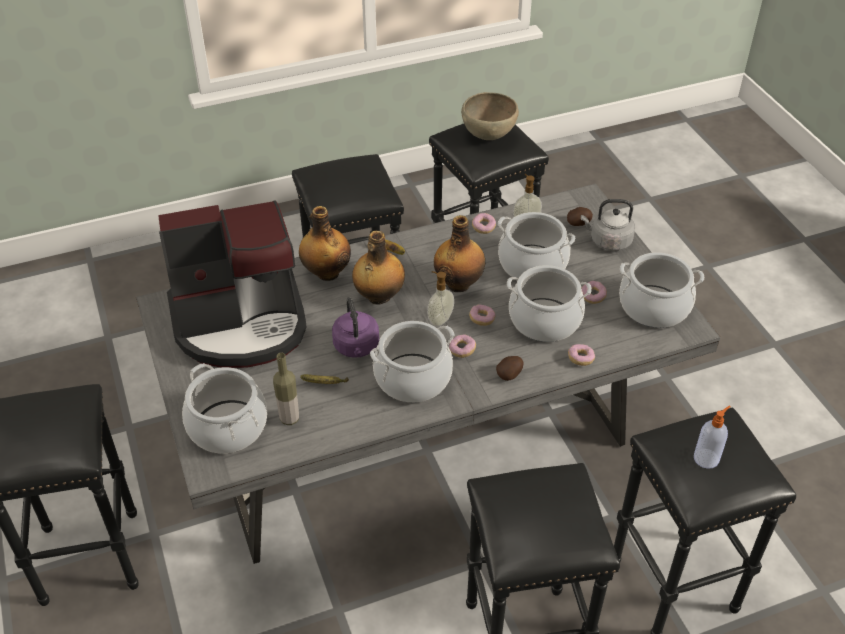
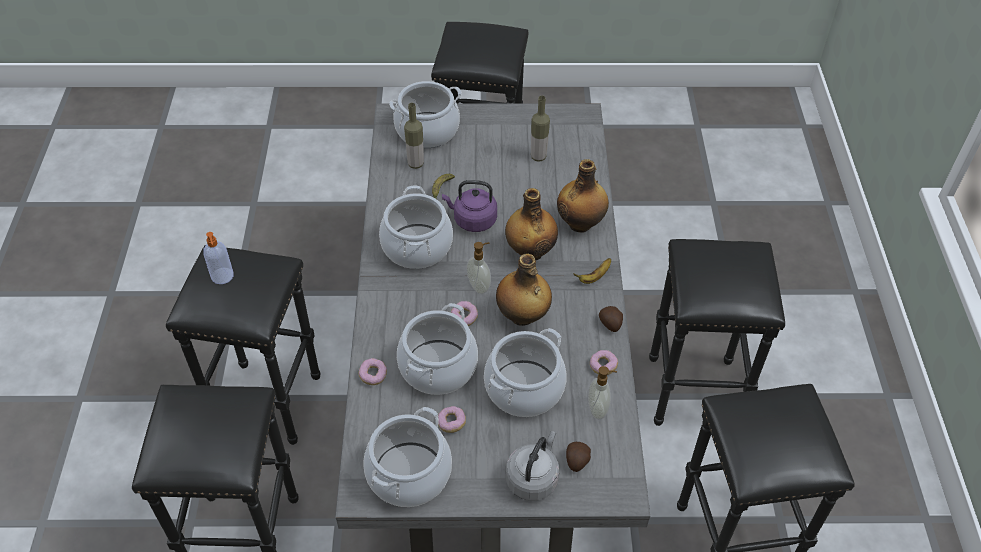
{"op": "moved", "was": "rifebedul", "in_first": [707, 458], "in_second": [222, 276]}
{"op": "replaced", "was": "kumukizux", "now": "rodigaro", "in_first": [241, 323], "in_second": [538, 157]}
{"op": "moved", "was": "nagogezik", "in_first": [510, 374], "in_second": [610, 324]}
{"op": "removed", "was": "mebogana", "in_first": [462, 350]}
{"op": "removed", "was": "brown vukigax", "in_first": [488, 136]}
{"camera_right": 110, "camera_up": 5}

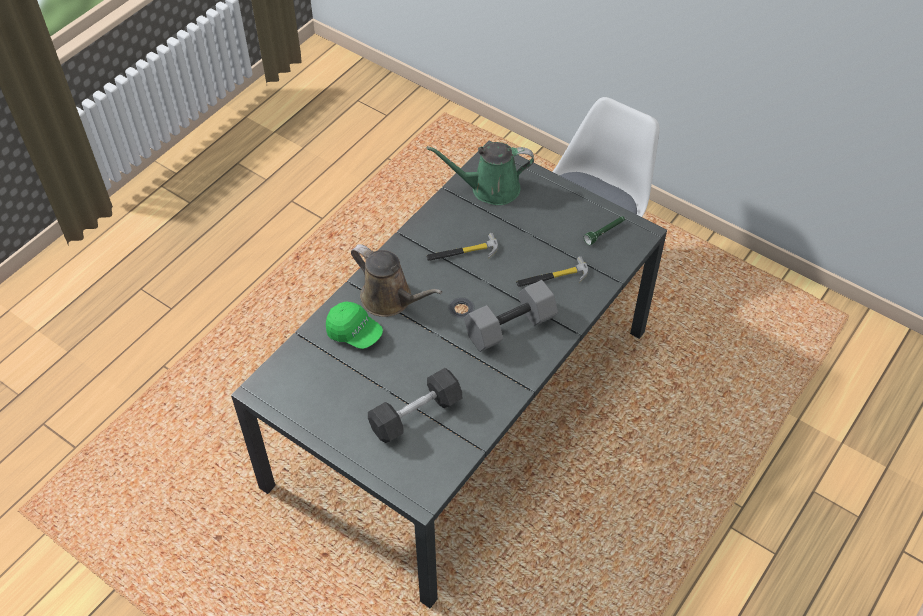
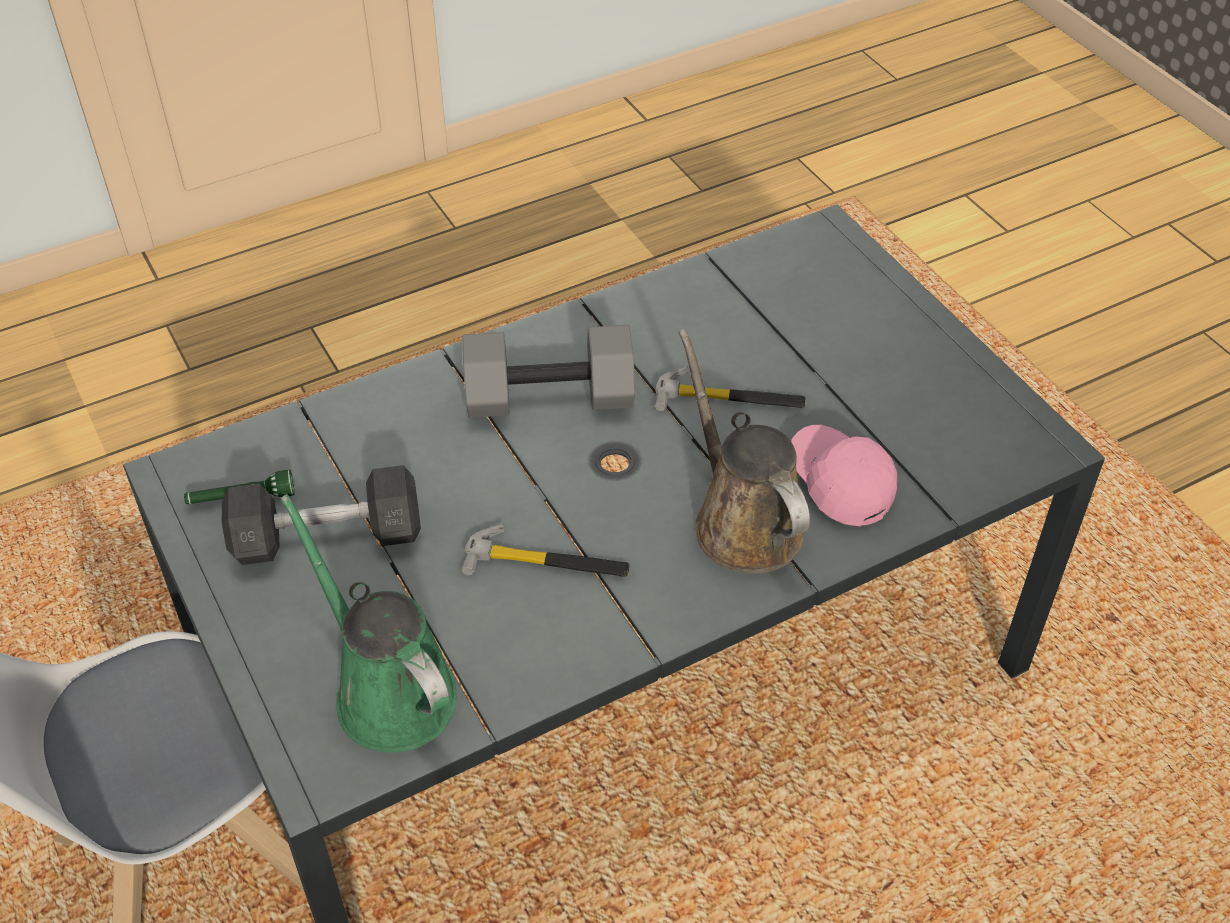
{"op": "moved", "was": "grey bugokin", "in_first": [415, 414], "in_second": [327, 537]}
{"op": "turned", "was": "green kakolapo", "in_first": [490, 188], "in_second": [388, 690], "clockwise": -150}
{"op": "moved", "was": "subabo", "in_first": [552, 277], "in_second": [730, 398]}
{"op": "recoloured", "was": "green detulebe", "now": "pink detulebe", "in_first": [354, 332], "in_second": [839, 484]}
{"camera_right": -155, "camera_up": -5}

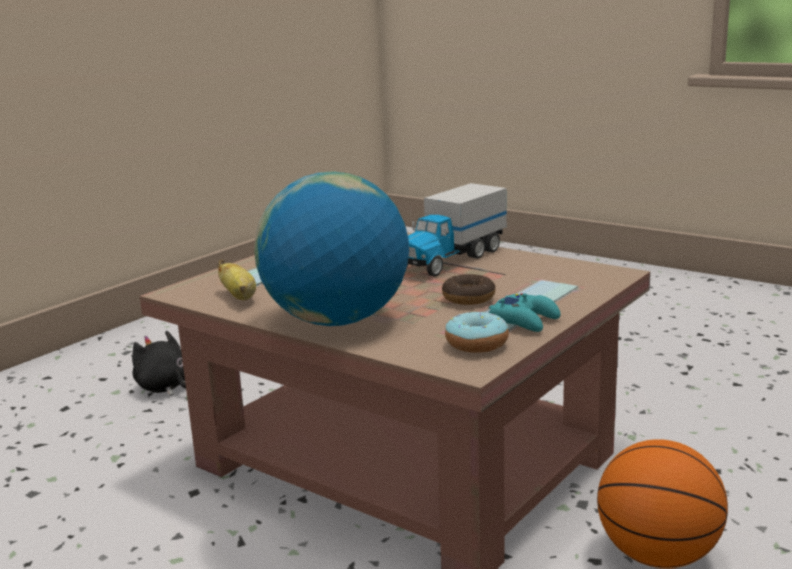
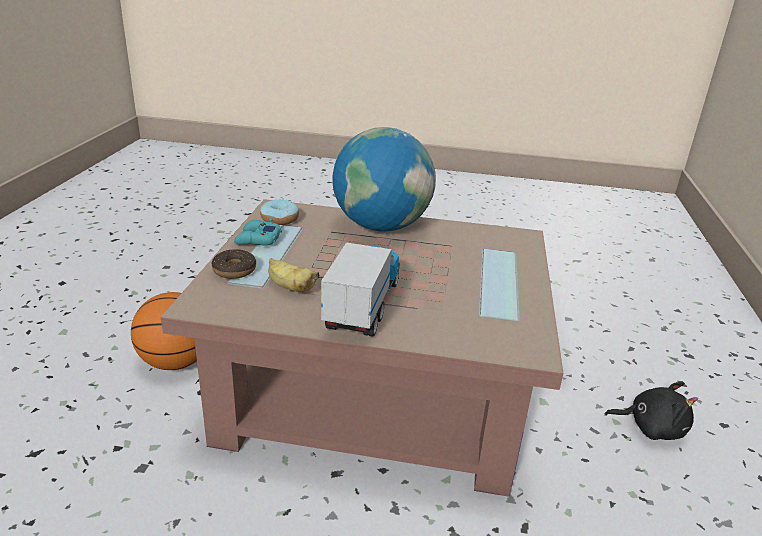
{"op": "moved", "was": "mebogana", "in_first": [468, 298], "in_second": [234, 270]}
{"op": "moved", "was": "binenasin", "in_first": [239, 297], "in_second": [290, 287]}
{"camera_right": 150, "camera_up": 10}

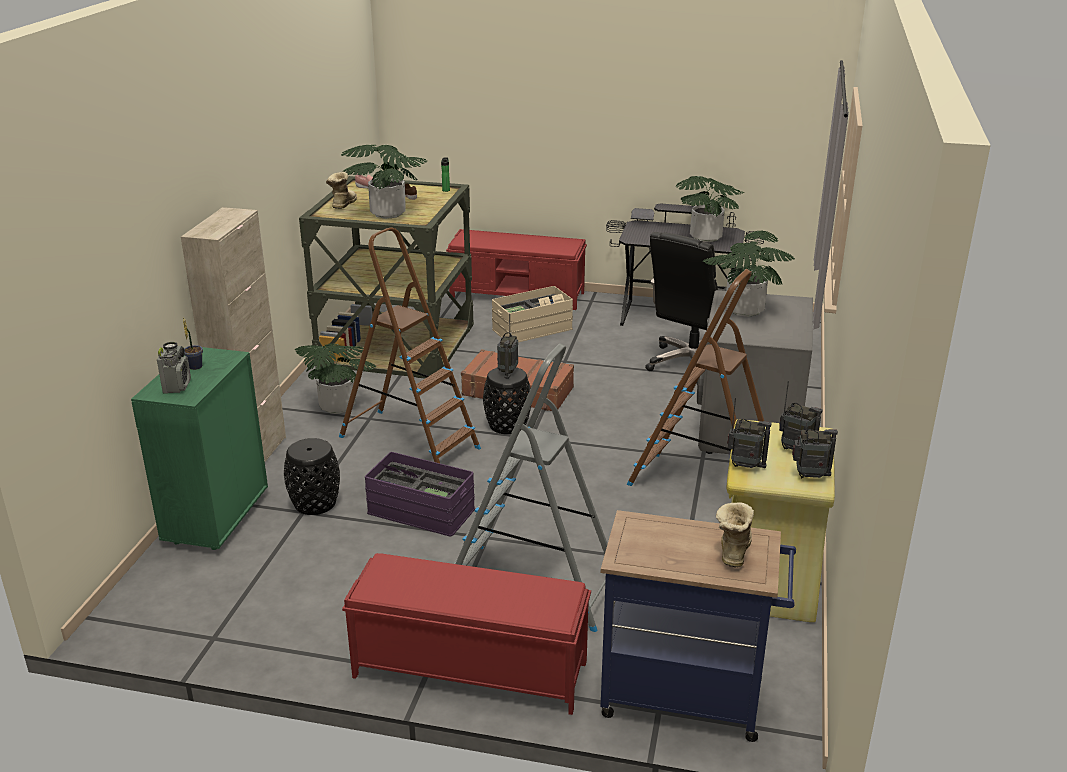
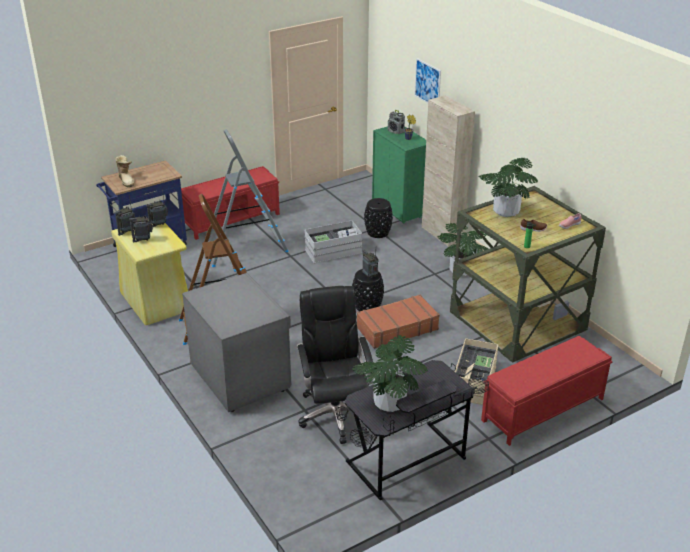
{"op": "recoloured", "was": "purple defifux", "now": "grey defifux", "in_first": [420, 511], "in_second": [333, 251]}
{"op": "added", "now": "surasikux", "in_second": [427, 83]}
{"op": "removed", "was": "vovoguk", "in_first": [342, 205]}
{"op": "removed", "was": "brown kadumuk", "in_first": [410, 442]}
{"op": "removed", "was": "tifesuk", "in_first": [744, 310]}
{"camera_right": 135, "camera_up": 5}

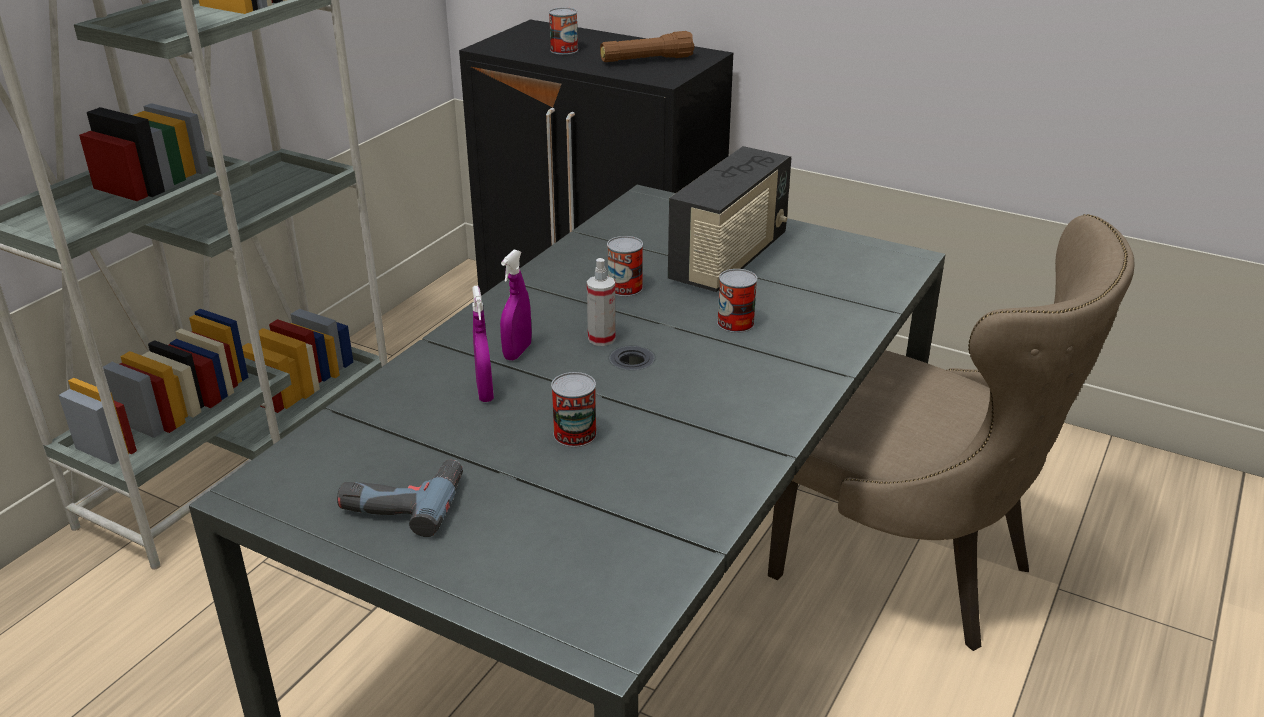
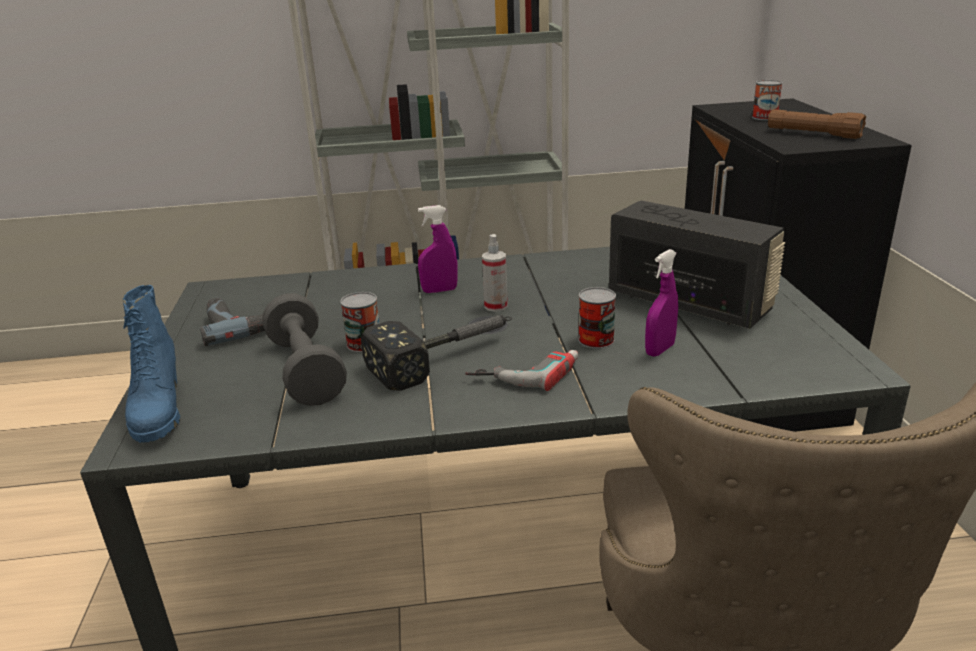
{"op": "added", "now": "blue vovoguk", "in_second": [158, 412]}
{"op": "added", "now": "grey bugokin", "in_second": [306, 370]}
{"op": "added", "now": "subabo", "in_second": [447, 356]}
{"op": "added", "now": "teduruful", "in_second": [525, 371]}
{"op": "turned", "was": "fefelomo", "in_first": [730, 259], "in_second": [689, 303], "clockwise": -135}
{"op": "moved", "was": "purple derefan", "in_first": [485, 392], "in_second": [660, 350]}
{"op": "removed", "was": "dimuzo", "in_first": [625, 288]}
{"camera_right": 55, "camera_up": -5}

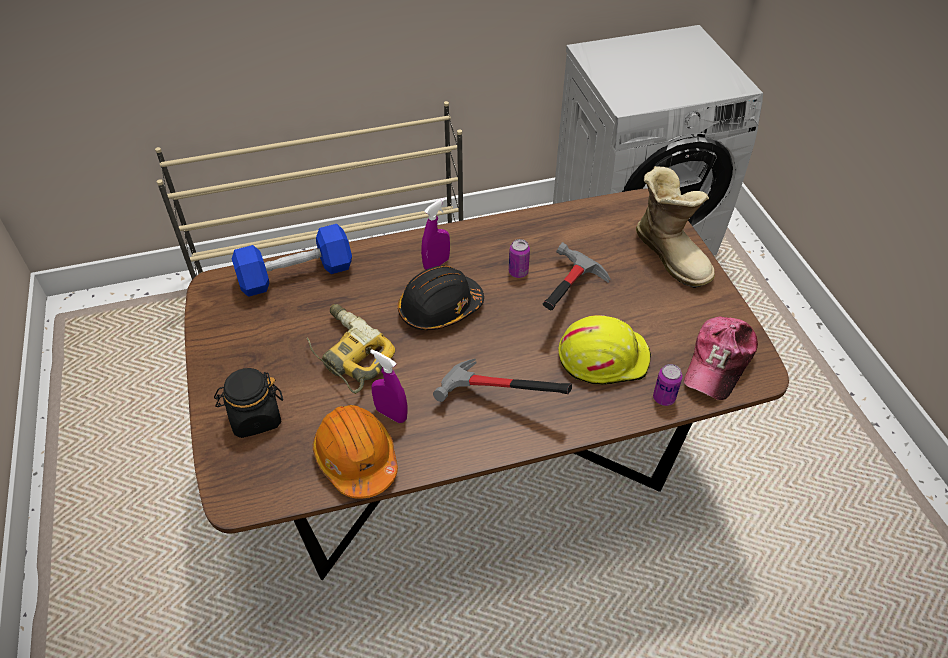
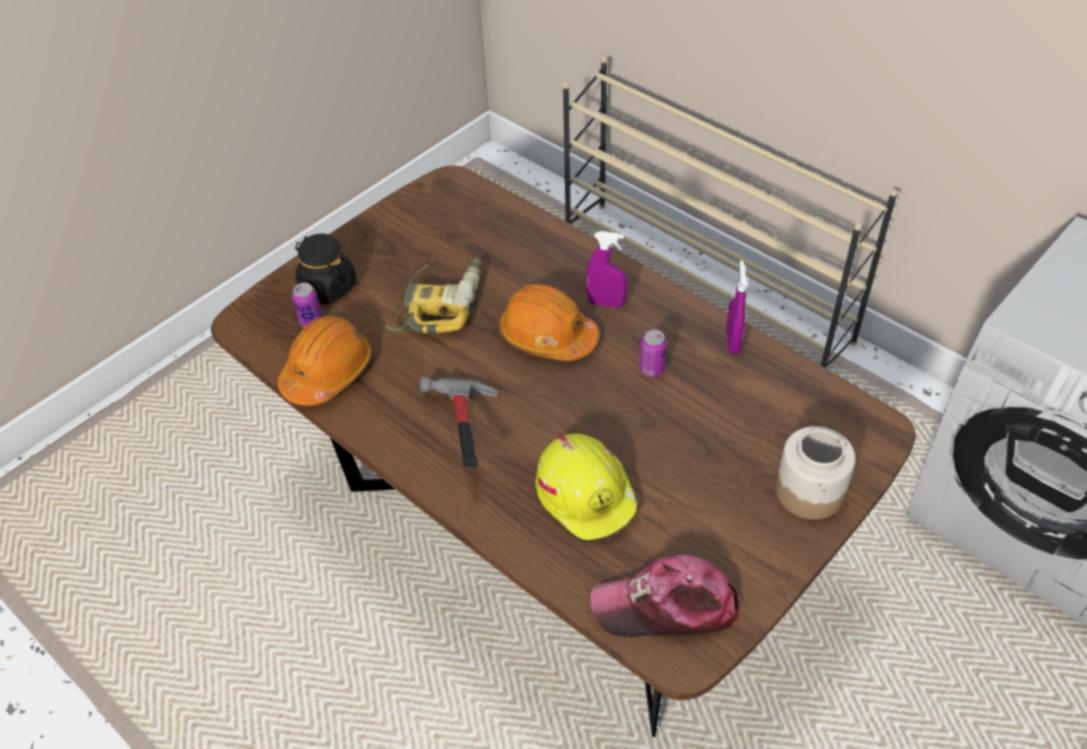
{"op": "moved", "was": "dimuzo", "in_first": [664, 398], "in_second": [311, 321]}
{"op": "recoloured", "was": "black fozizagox", "now": "orange fozizagox", "in_first": [440, 309], "in_second": [547, 336]}
{"op": "moved", "was": "purple derefan", "in_first": [391, 414], "in_second": [732, 342]}
{"op": "replaced", "was": "vovoguk", "now": "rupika", "in_first": [672, 254], "in_second": [810, 491]}
{"op": "removed", "was": "blue bugokin", "in_first": [296, 275]}
{"op": "removed", "was": "subabo", "in_first": [565, 293]}
{"camera_right": 60, "camera_up": 0}

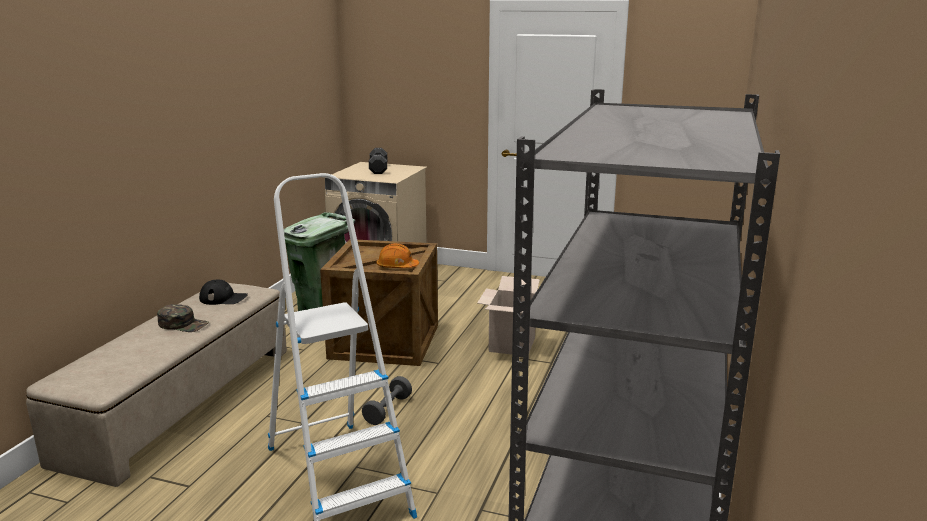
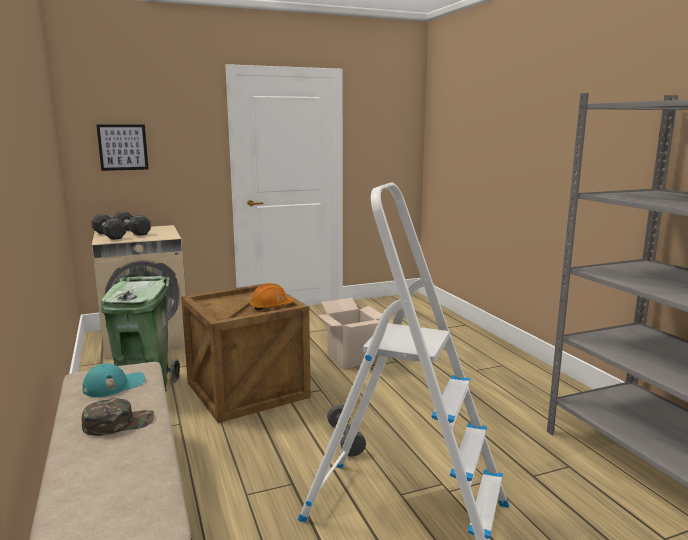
{"op": "recoloured", "was": "black detulebe", "now": "turquoise detulebe", "in_first": [223, 298], "in_second": [114, 385]}
{"op": "added", "now": "black bugokin", "in_second": [109, 235]}
{"op": "added", "now": "surasikux", "in_second": [123, 147]}
{"camera_right": -40, "camera_up": -5}

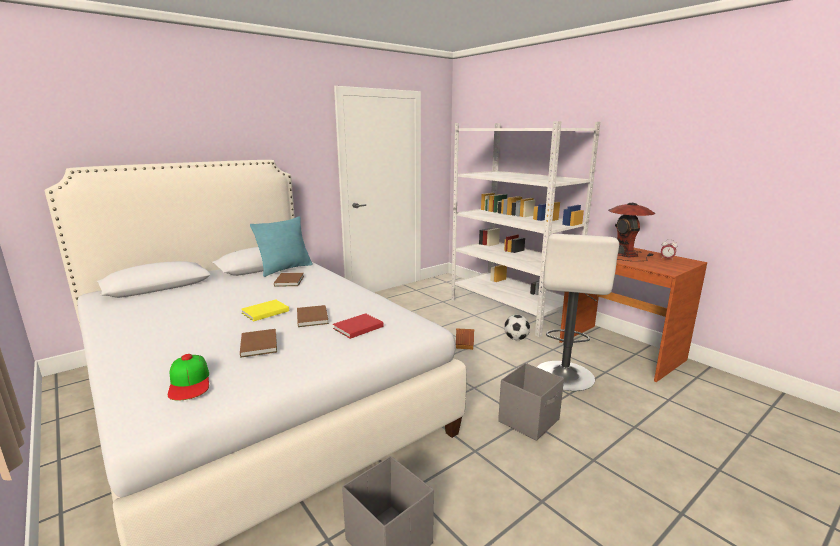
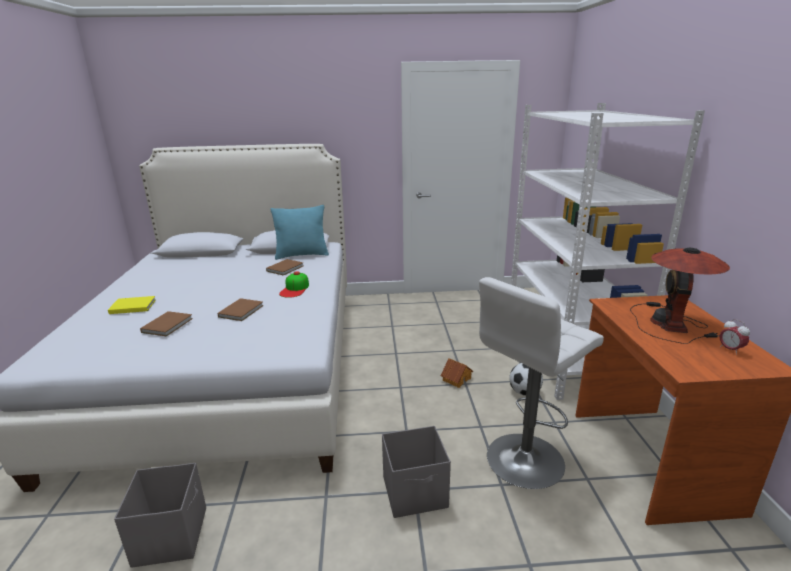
{"op": "moved", "was": "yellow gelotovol", "in_first": [264, 312], "in_second": [132, 306]}
{"op": "moved", "was": "detulebe", "in_first": [189, 382], "in_second": [295, 289]}
{"op": "removed", "was": "red gelotovol", "in_first": [356, 327]}
{"camera_right": 35, "camera_up": 5}

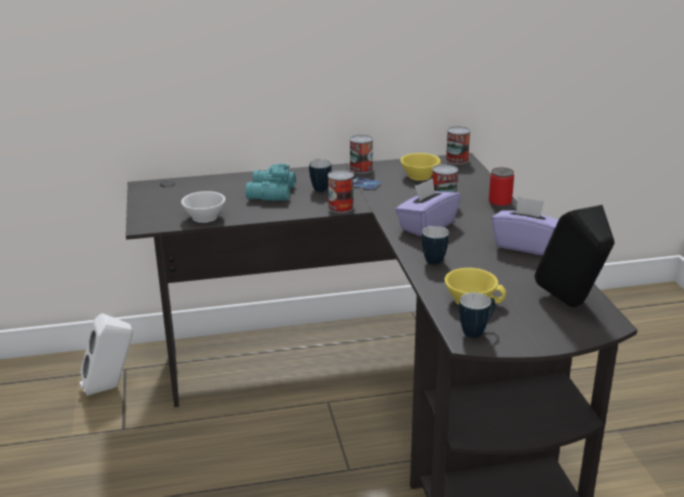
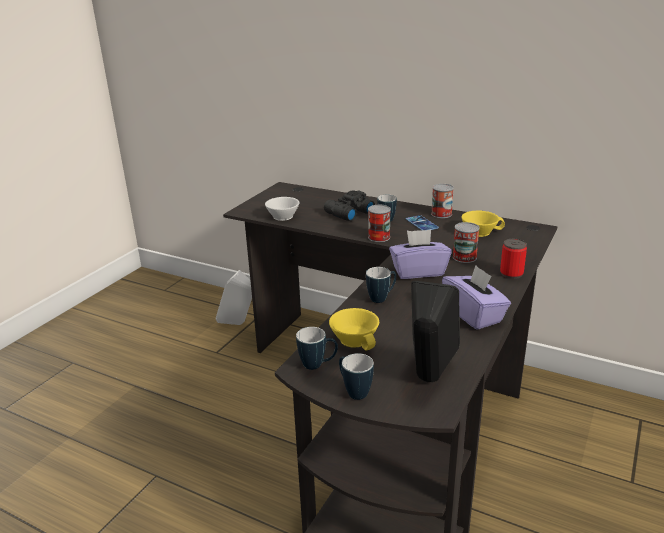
{"op": "recoloured", "was": "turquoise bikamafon", "now": "black bikamafon", "in_first": [269, 193], "in_second": [348, 213]}
{"op": "added", "now": "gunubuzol", "in_second": [353, 391]}
{"op": "removed", "was": "dimuzo", "in_first": [457, 160]}
{"camera_right": 40, "camera_up": 0}

